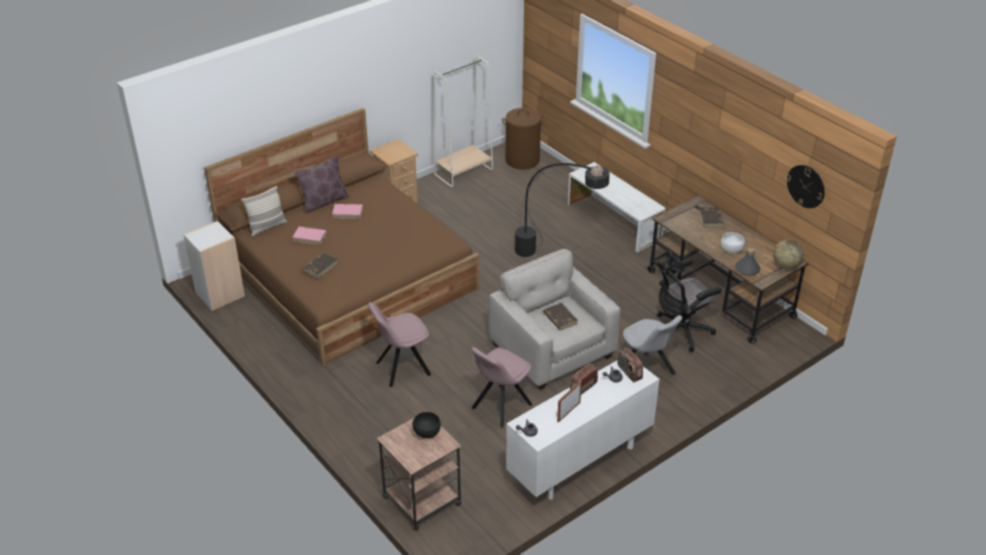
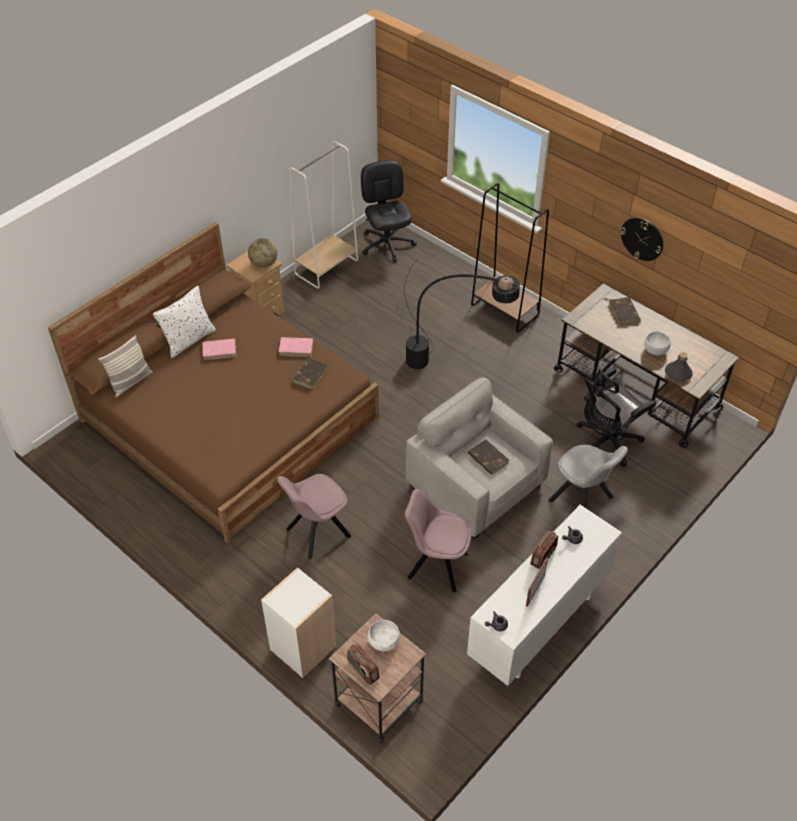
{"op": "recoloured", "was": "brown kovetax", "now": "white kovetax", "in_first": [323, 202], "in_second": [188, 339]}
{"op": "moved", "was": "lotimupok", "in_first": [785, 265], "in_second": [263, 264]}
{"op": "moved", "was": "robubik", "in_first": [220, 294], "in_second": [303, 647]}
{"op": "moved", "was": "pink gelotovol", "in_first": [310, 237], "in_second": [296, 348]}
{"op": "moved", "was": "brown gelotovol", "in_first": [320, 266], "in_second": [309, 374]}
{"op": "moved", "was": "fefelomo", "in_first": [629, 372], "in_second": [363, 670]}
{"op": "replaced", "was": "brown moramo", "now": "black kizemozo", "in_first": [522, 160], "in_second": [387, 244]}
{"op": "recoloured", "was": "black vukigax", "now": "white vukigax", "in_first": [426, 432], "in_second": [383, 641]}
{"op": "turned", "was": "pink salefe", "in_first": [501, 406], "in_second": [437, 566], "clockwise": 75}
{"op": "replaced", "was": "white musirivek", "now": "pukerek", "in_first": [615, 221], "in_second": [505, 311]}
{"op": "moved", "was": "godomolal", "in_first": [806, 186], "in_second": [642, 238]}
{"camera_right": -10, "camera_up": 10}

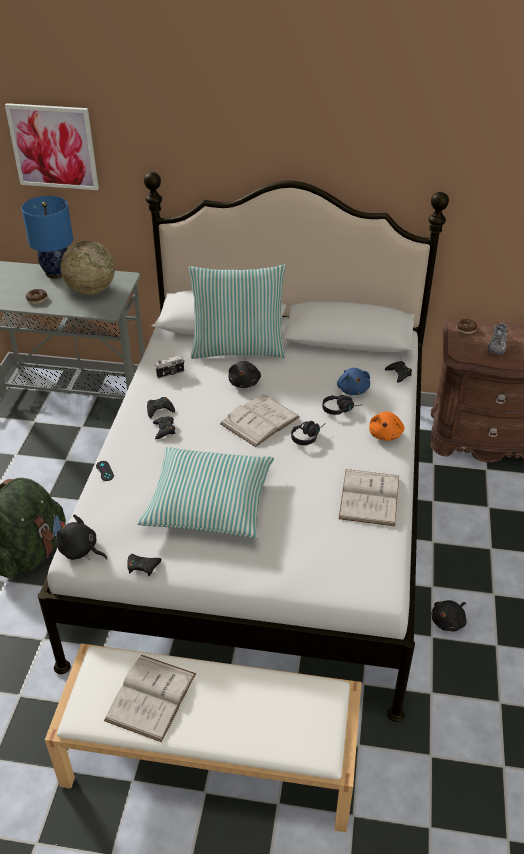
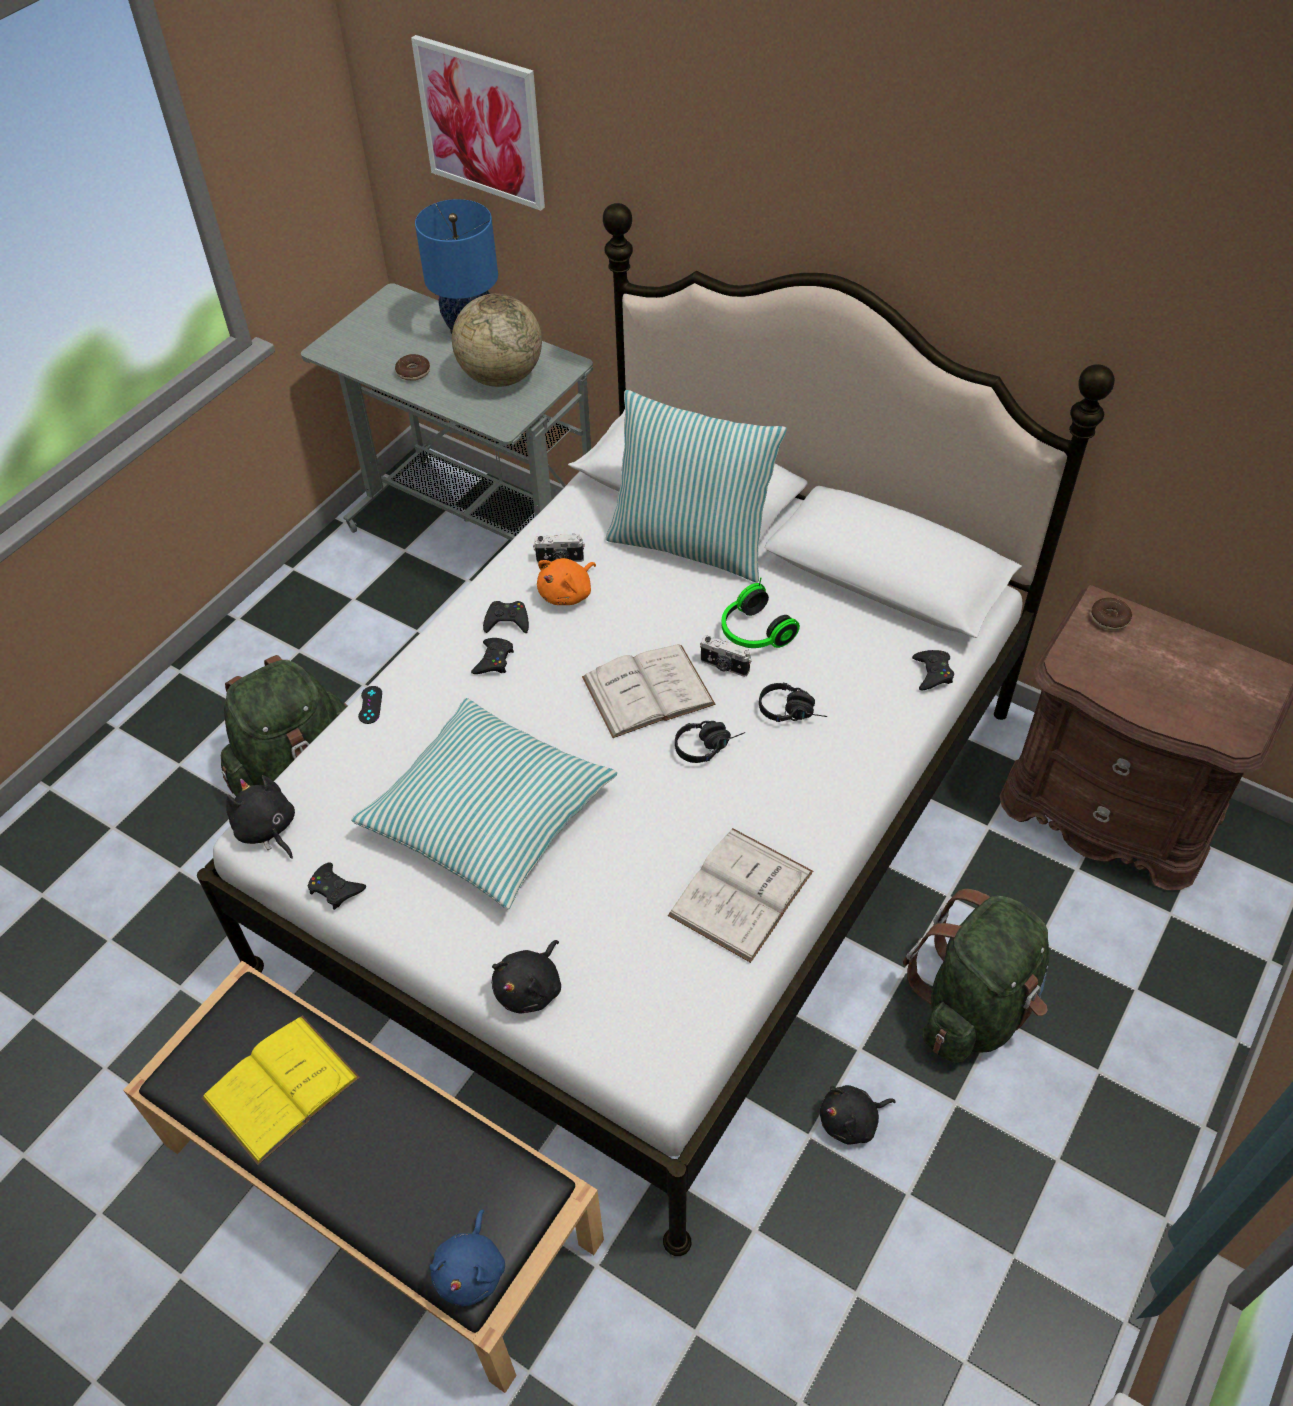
{"op": "recoloured", "was": "white musirivek", "now": "black musirivek", "in_first": [213, 757], "in_second": [382, 1191]}
{"op": "recoloured", "was": "white gelotovol", "now": "yellow gelotovol", "in_first": [151, 697], "in_second": [281, 1088]}
{"op": "moved", "was": "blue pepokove", "in_first": [352, 389], "in_second": [471, 1270]}
{"op": "moved", "was": "black pepokove", "in_first": [244, 382], "in_second": [531, 988]}
{"op": "moved", "was": "orange pepokove", "in_first": [385, 434], "in_second": [568, 593]}
{"op": "added", "now": "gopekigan", "in_second": [724, 666]}
{"op": "added", "now": "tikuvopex", "in_second": [753, 633]}
{"op": "added", "now": "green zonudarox", "in_second": [974, 1006]}
{"op": "removed", "was": "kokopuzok", "in_first": [497, 345]}
{"camera_right": 25, "camera_up": 10}

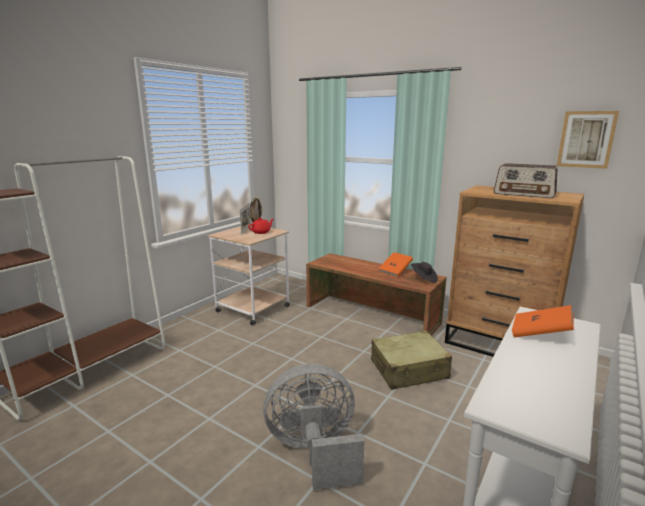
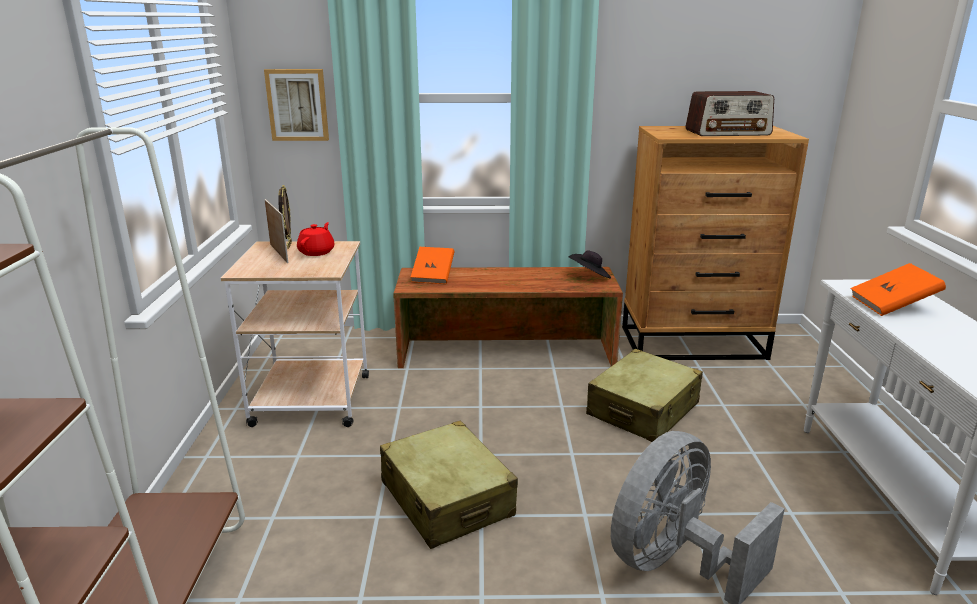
{"op": "moved", "was": "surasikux", "in_first": [586, 139], "in_second": [297, 105]}
{"op": "added", "now": "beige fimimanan", "in_second": [447, 499]}
{"op": "moved", "was": "orange gelotovol", "in_first": [395, 271], "in_second": [433, 276]}
{"camera_right": -35, "camera_up": 5}

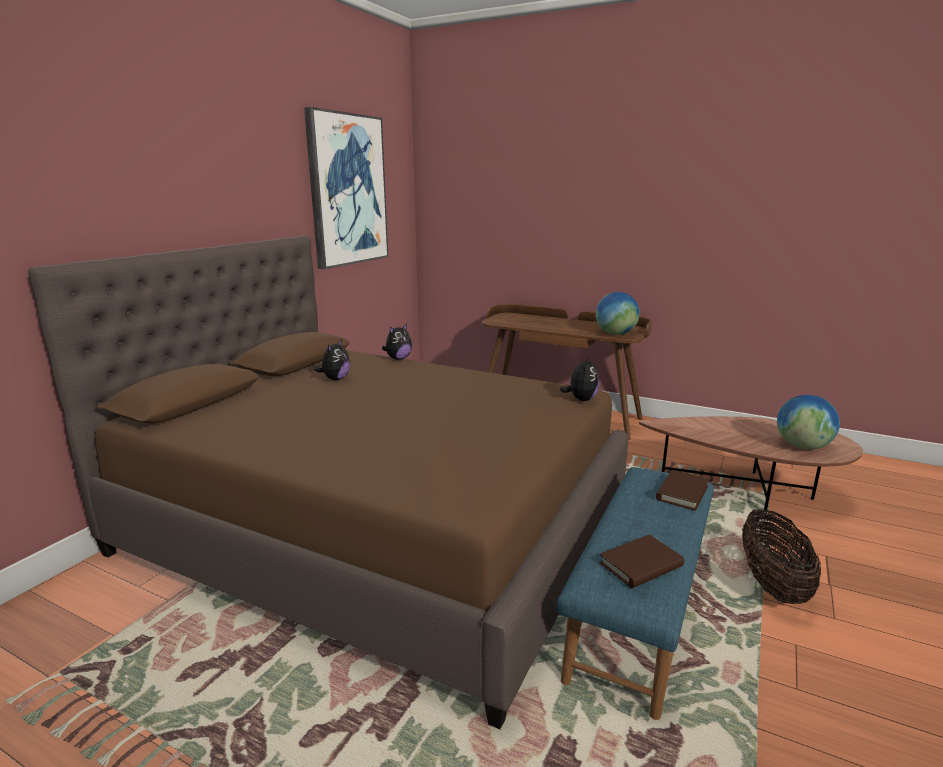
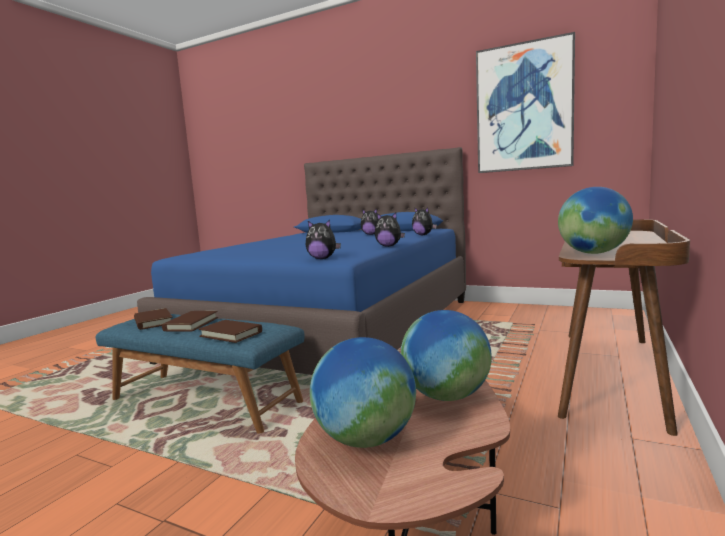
{"op": "recoloured", "was": "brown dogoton", "now": "blue dogoton", "in_first": [377, 528], "in_second": [332, 328]}
{"op": "added", "now": "brown gelotovol", "in_second": [191, 324]}
{"op": "added", "now": "pepokove", "in_second": [389, 246]}
{"op": "added", "now": "lotimupok", "in_second": [447, 396]}
{"op": "removed", "was": "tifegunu", "in_first": [772, 584]}
{"camera_right": 90, "camera_up": -10}

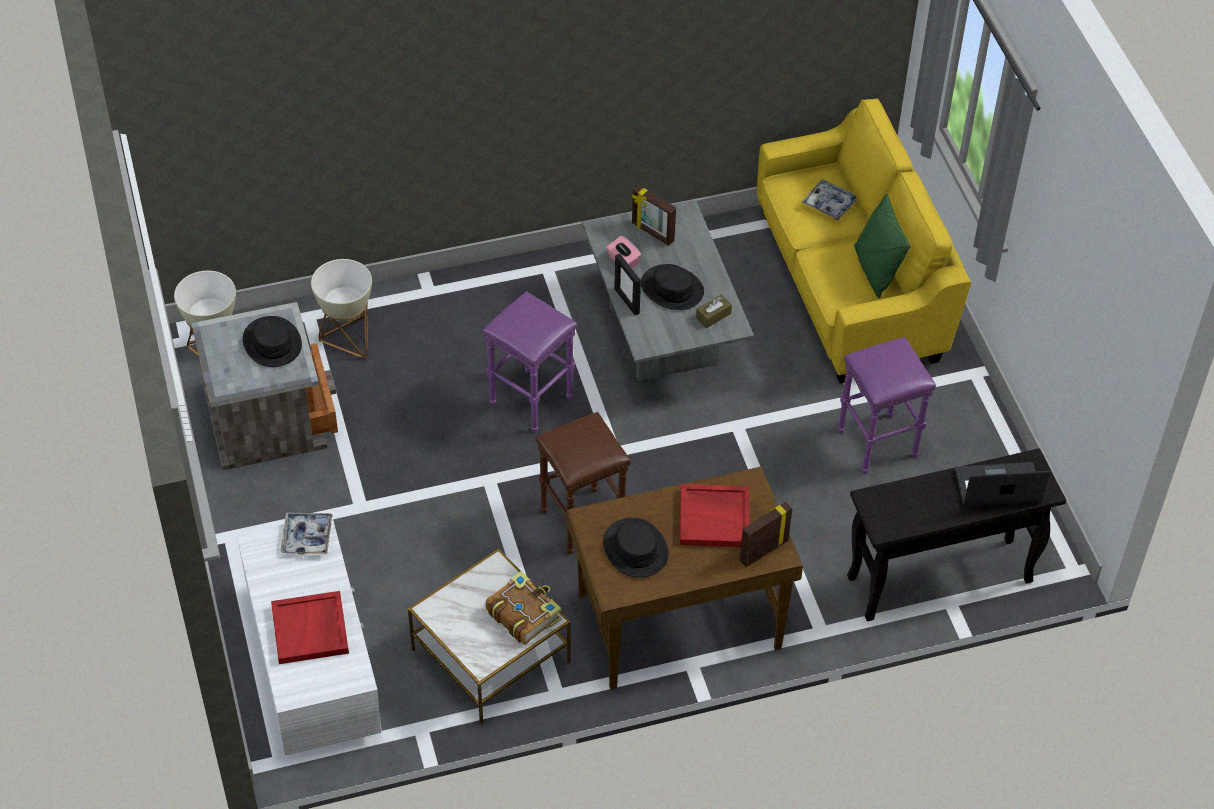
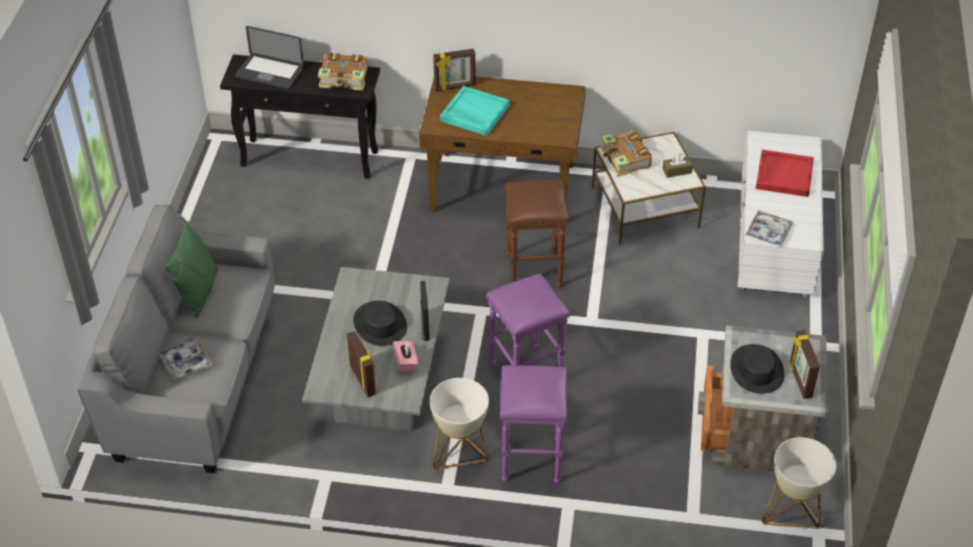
{"op": "recoloured", "was": "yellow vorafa", "now": "grey vorafa", "in_first": [849, 285], "in_second": [195, 378]}
{"op": "added", "now": "gelotovol", "in_second": [344, 78]}
{"op": "moved", "was": "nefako", "in_first": [348, 337], "in_second": [460, 452]}
{"op": "recoloured", "was": "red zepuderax", "now": "turquoise zepuderax", "in_first": [715, 517], "in_second": [474, 113]}
{"op": "moved", "was": "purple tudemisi", "in_first": [878, 441], "in_second": [530, 460]}
{"op": "moved", "was": "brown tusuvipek", "in_first": [713, 316], "in_second": [677, 171]}
{"op": "added", "now": "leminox", "in_second": [799, 380]}
{"op": "removed", "was": "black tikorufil", "in_first": [636, 549]}
{"camera_right": -155, "camera_up": -5}

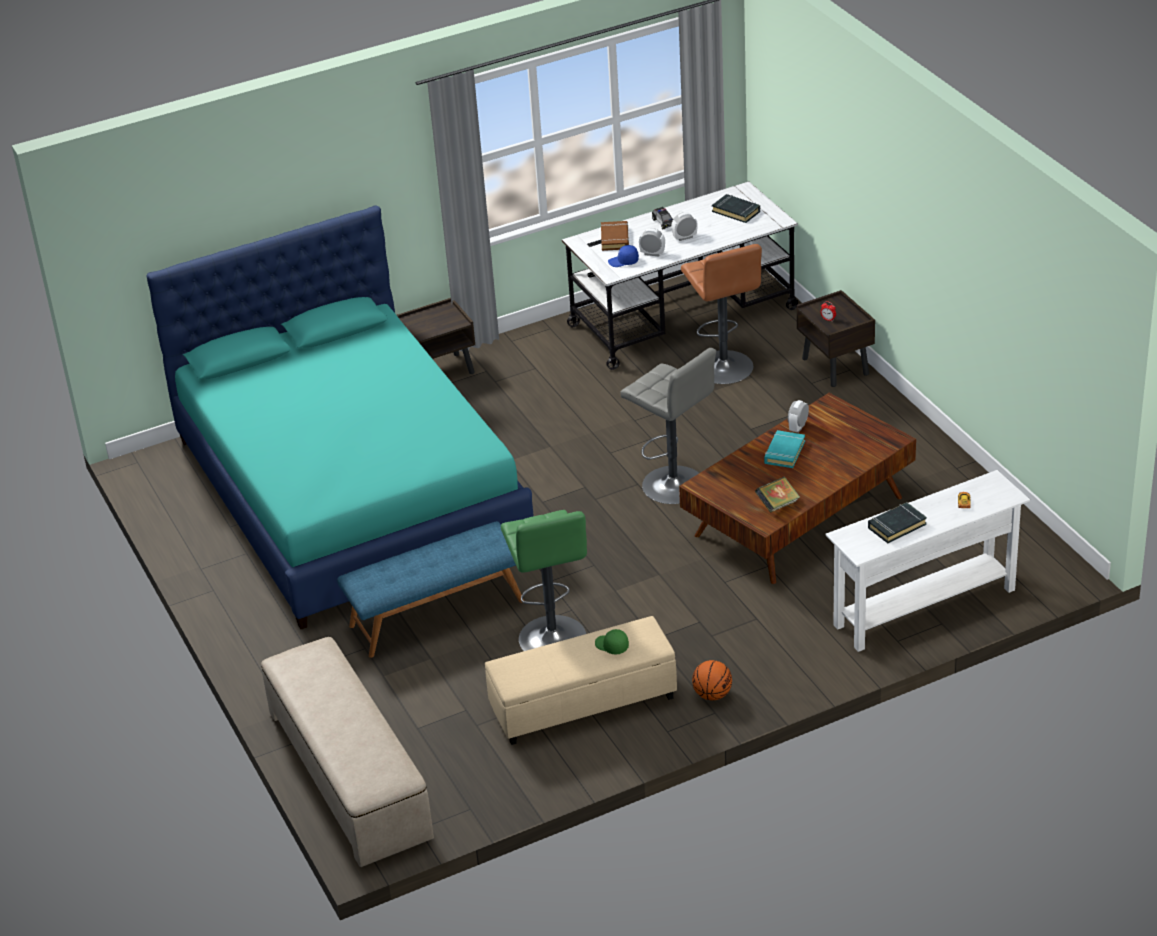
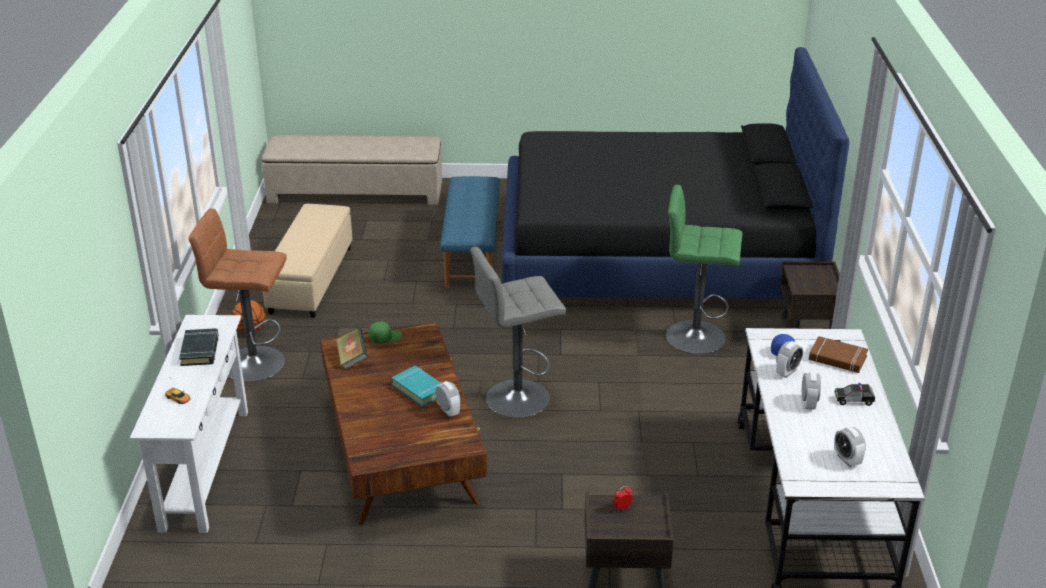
{"op": "moved", "was": "brown tudemisi", "in_first": [723, 368], "in_second": [253, 363]}
{"op": "moved", "was": "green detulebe", "in_first": [611, 646], "in_second": [385, 337]}
{"op": "recoloured", "was": "turquoise dogoton", "now": "black dogoton", "in_first": [350, 492], "in_second": [656, 254]}
{"op": "moved", "was": "green tudemisi", "in_first": [552, 638], "in_second": [694, 336]}
{"op": "replaced", "was": "black gelotovol", "now": "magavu", "in_first": [736, 211], "in_second": [847, 459]}
{"camera_right": 115, "camera_up": -5}

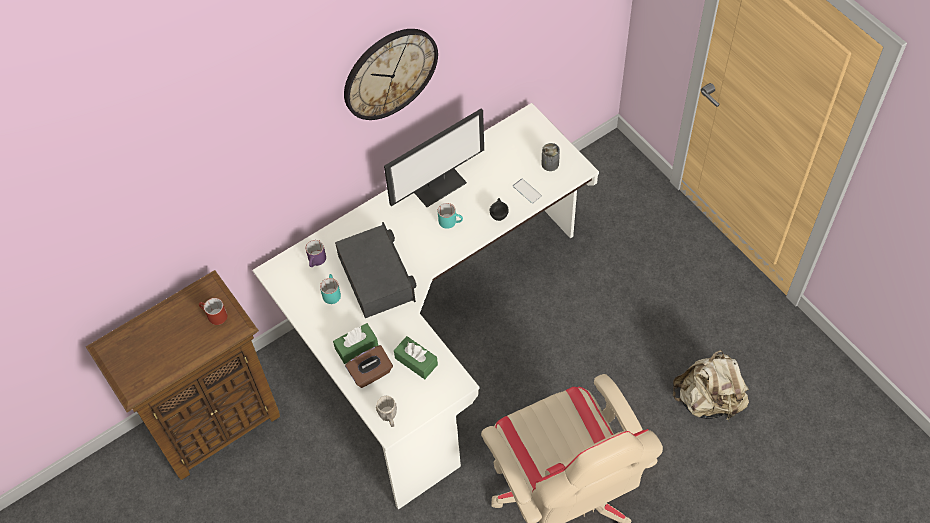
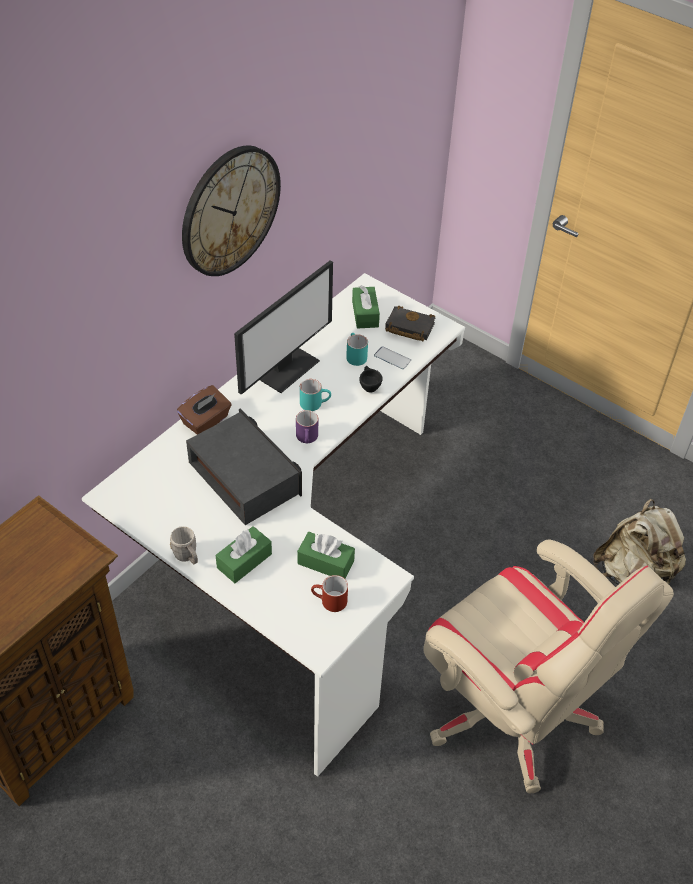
{"op": "moved", "was": "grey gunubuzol", "in_first": [389, 417], "in_second": [187, 557]}
{"op": "moved", "was": "brown tusuvipek", "in_first": [371, 373], "in_second": [206, 421]}
{"op": "moved", "was": "purple gunubuzol", "in_first": [316, 261], "in_second": [307, 438]}
{"op": "moved", "was": "red gunubuzol", "in_first": [214, 316], "in_second": [329, 601]}
{"op": "moved", "was": "turquoise gunubuzol", "in_first": [331, 293], "in_second": [354, 355]}
{"op": "added", "now": "green tusuvipek", "in_second": [365, 314]}
{"op": "replaced", "was": "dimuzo", "now": "black gelotovol", "in_first": [550, 164], "in_second": [408, 327]}
{"camera_right": -20, "camera_up": -10}

